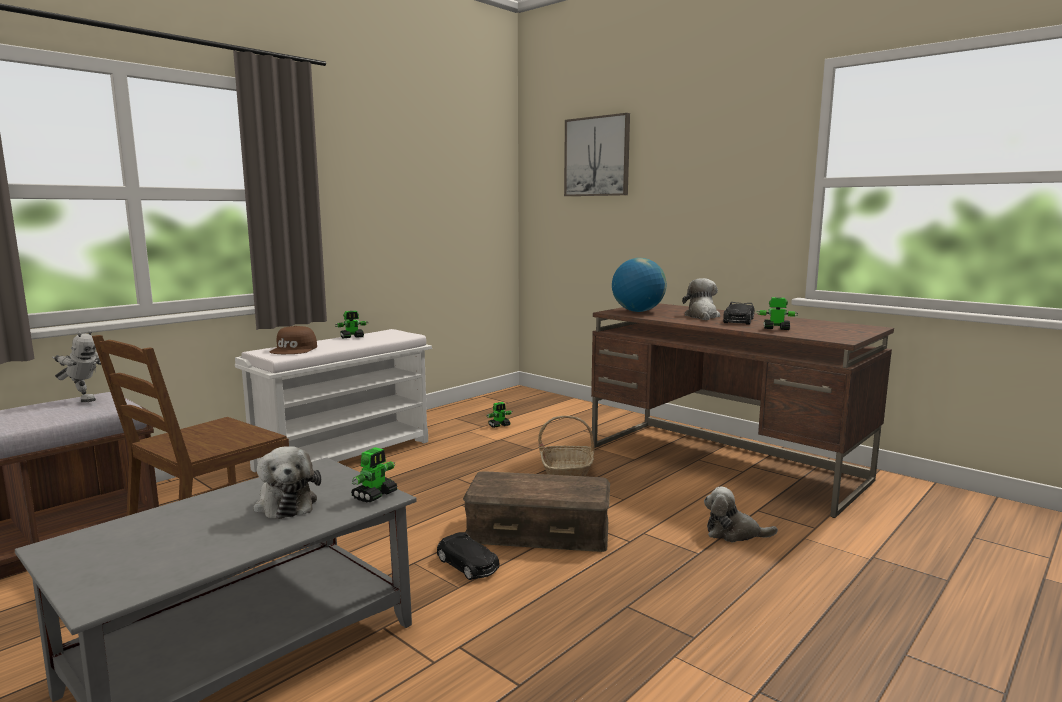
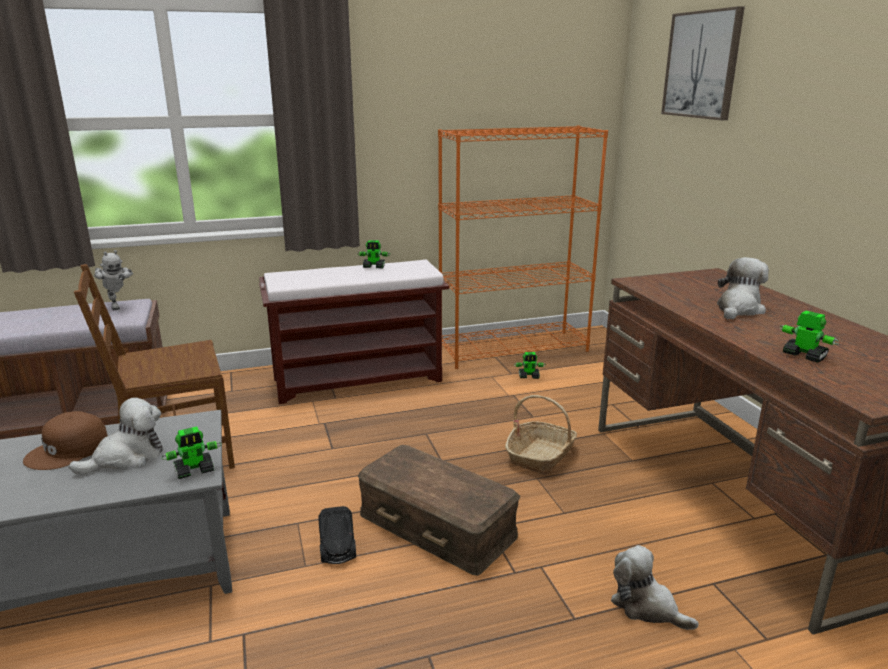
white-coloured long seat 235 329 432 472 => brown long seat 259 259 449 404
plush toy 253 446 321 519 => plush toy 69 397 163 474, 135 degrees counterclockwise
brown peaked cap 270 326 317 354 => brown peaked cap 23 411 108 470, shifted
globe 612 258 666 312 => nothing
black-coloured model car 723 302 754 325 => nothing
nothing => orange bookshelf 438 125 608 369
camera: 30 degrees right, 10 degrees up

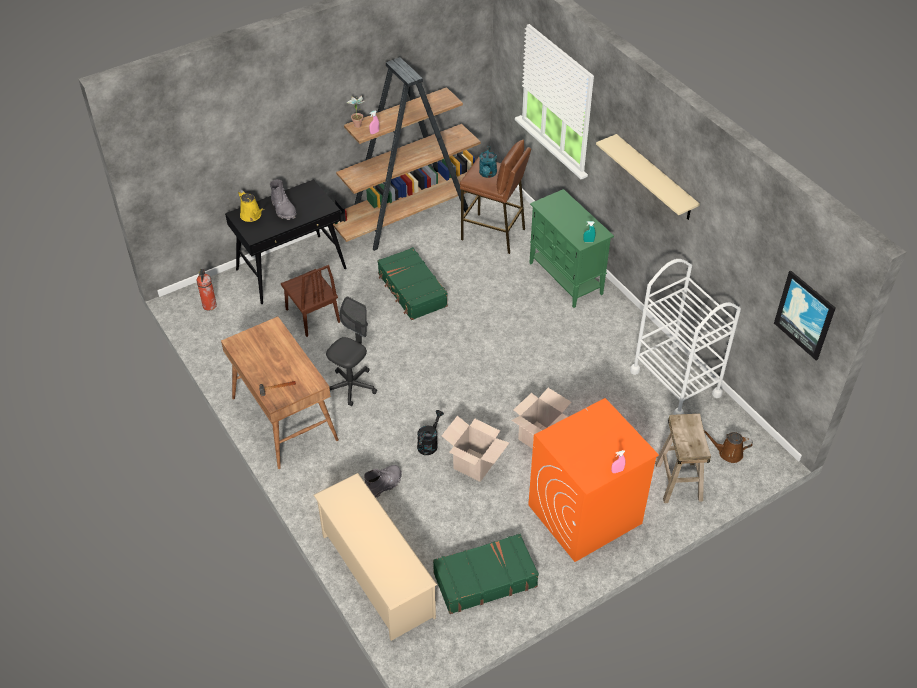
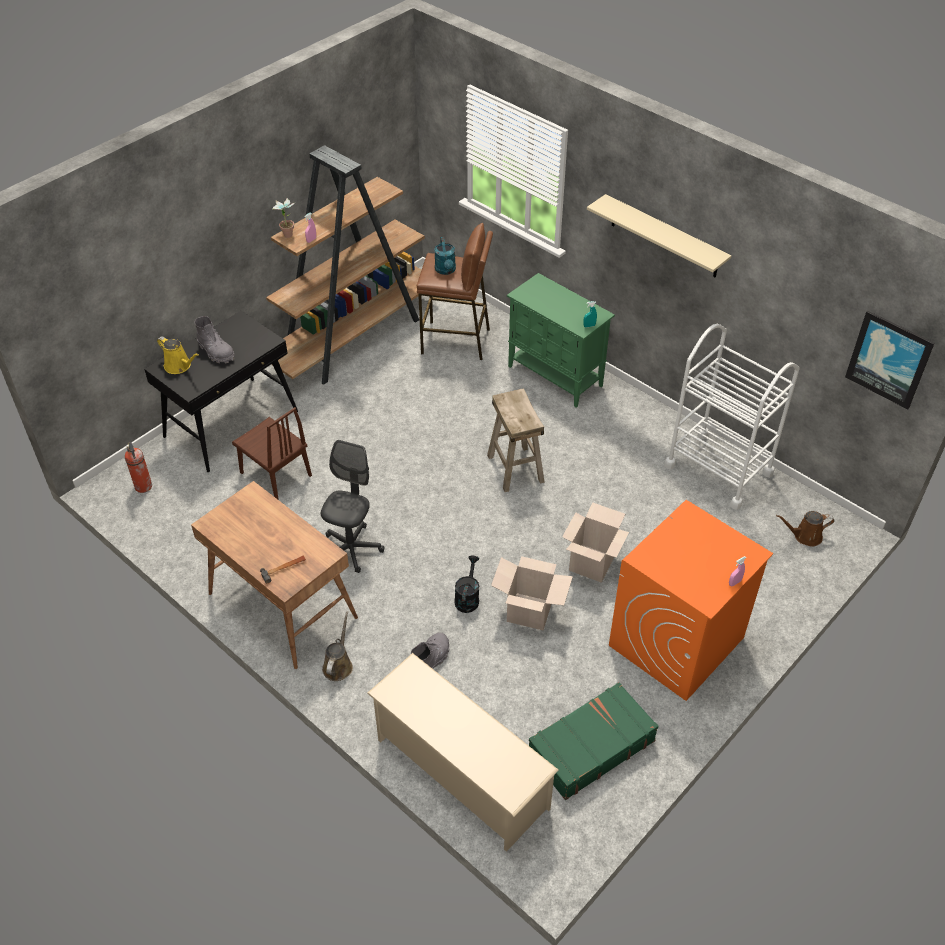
green suitcase 377 247 448 320 => nothing
beige sitting stool 655 414 711 503 => beige sitting stool 487 388 545 492, shifted
nothing => brown watering can 322 611 353 681
camera: 15 degrees left, 0 degrees up

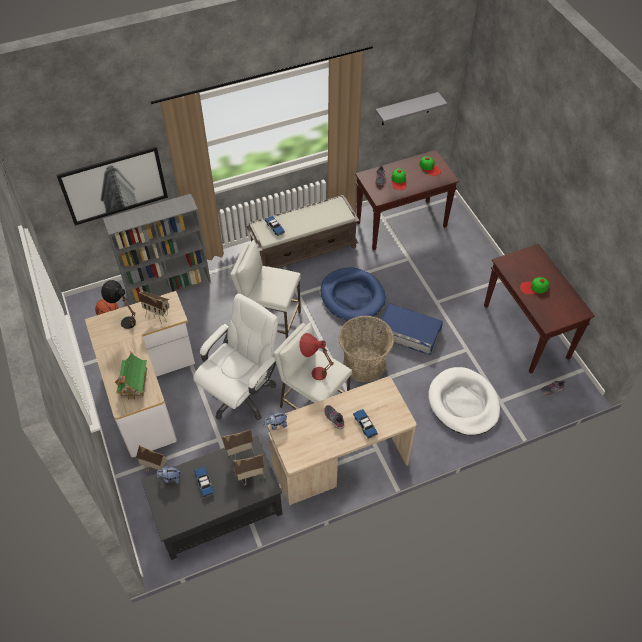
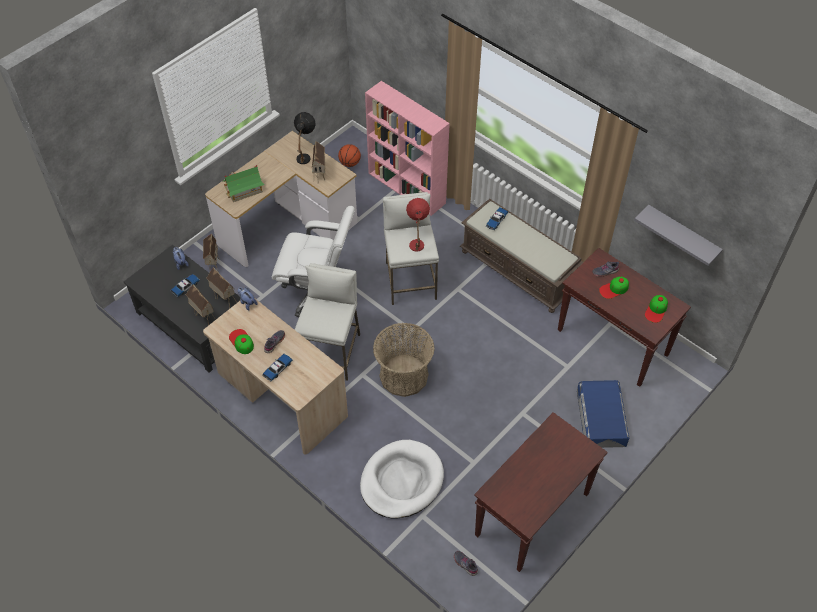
picture 57 147 168 226 => nothing
gray bookshelf 103 194 211 305 => pinkish bookshelf 365 81 450 216
red lamp for a table 299 333 334 380 => red lamp for a table 406 198 430 252, shifted
blue-coloured dog bed 321 268 386 321 => nothing
blue-coloured storage box 377 304 443 355 => blue-coloured storage box 577 380 629 448, shifted
peaked cap 520 277 549 295 => peaked cap 229 329 254 354, shifted
camera: 65 degrees right, 0 degrees up

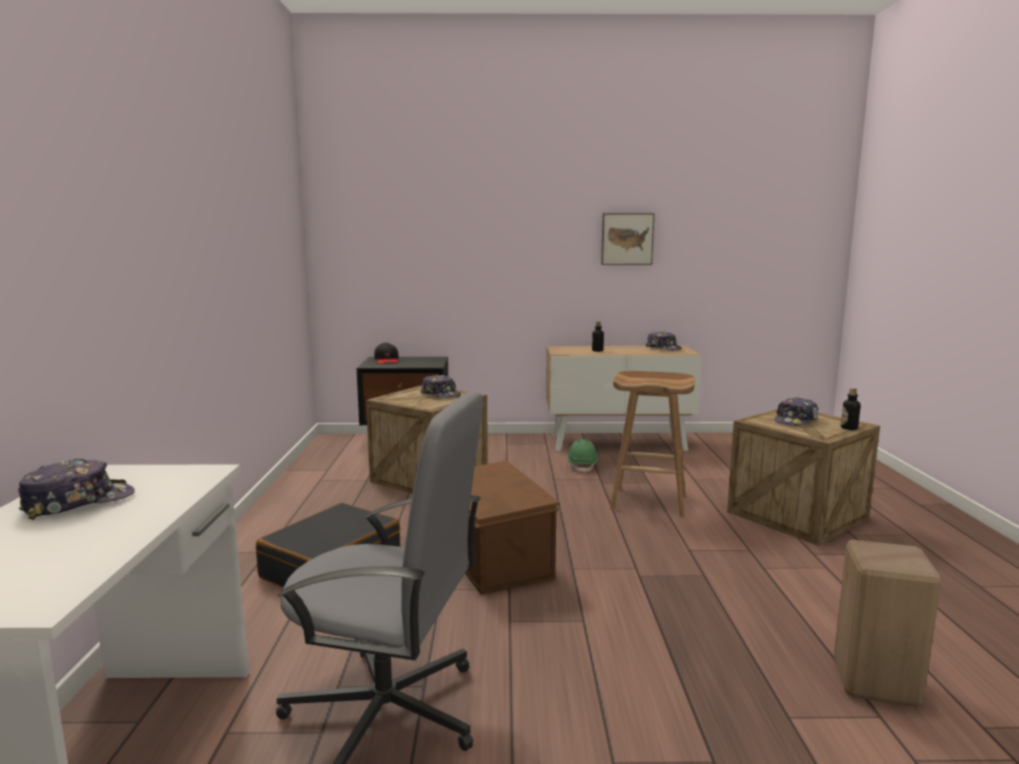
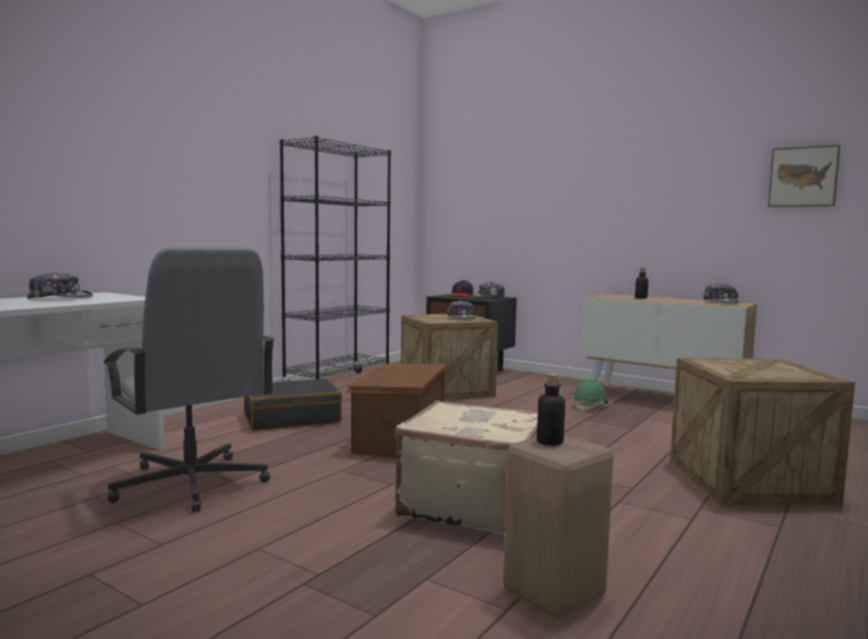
picture 601 213 654 265 => picture 768 145 840 207, shifted
brown sitting stool 610 371 695 517 => nothing
peaked cap 774 397 819 426 => peaked cap 472 282 505 297, shifted
beverage bottle 841 388 861 430 => beverage bottle 537 373 565 446, shifted
nothing => black-coloured bookshelf 280 136 391 382
nothing => beige suitcase 395 400 538 535
camera: 35 degrees right, 5 degrees down

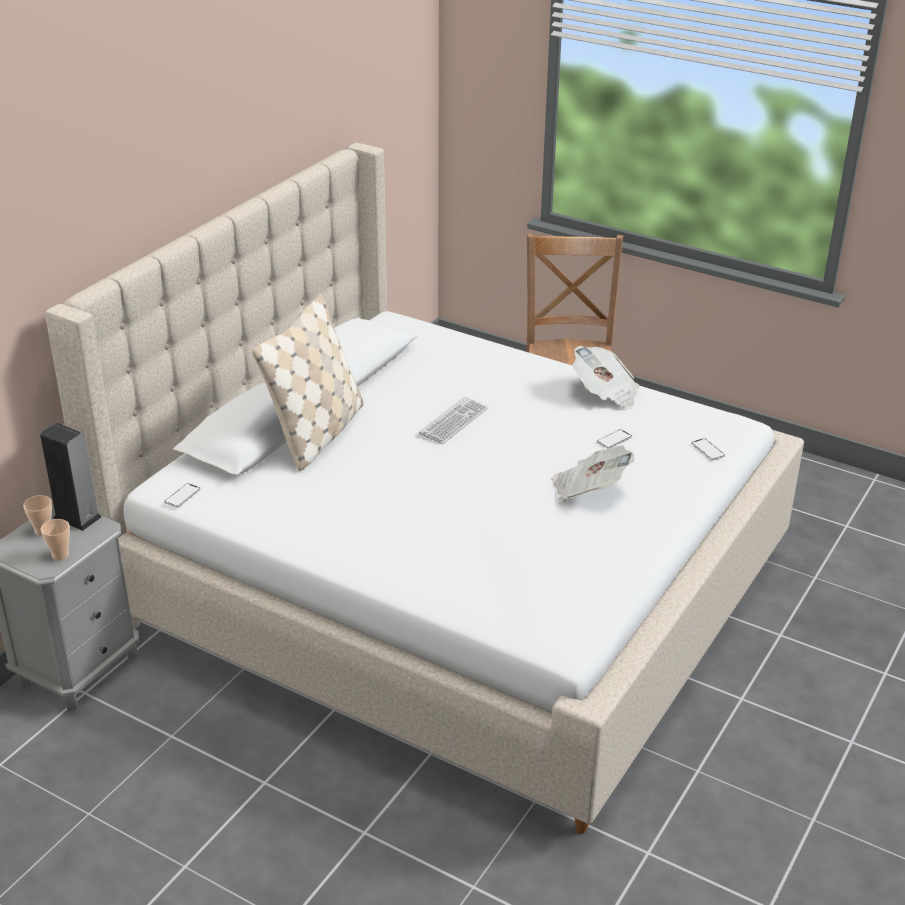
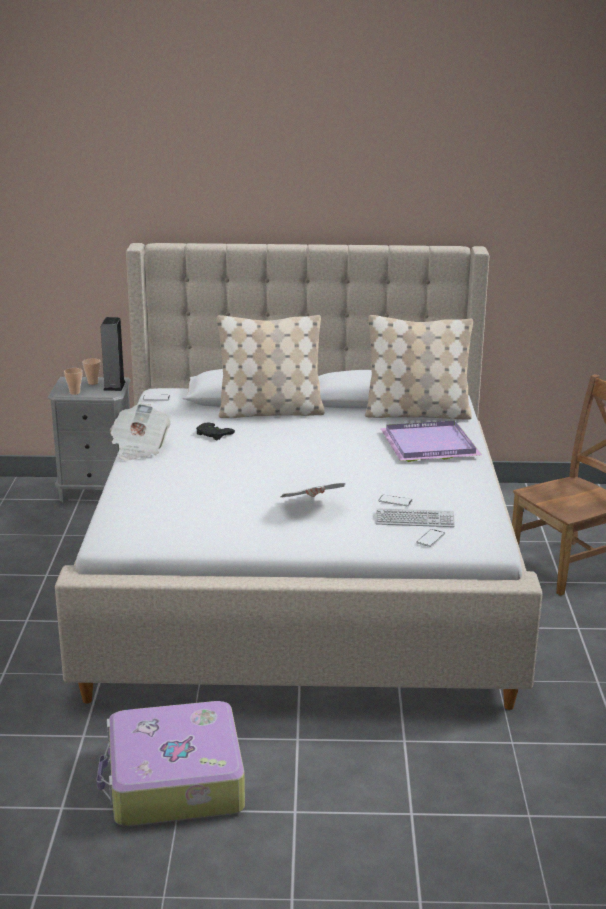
PC keyboard 419 396 488 444 => PC keyboard 376 508 455 527, shifted
daily paper 573 346 640 409 => daily paper 110 403 171 460, shifted
nothing => suitcase 96 701 245 826
nothing => black-coloured joypad 196 423 235 440
nothing => beige pillow 365 315 473 420
nothing => purple serving tray 380 421 482 462
camera: 60 degrees right, 10 degrees down

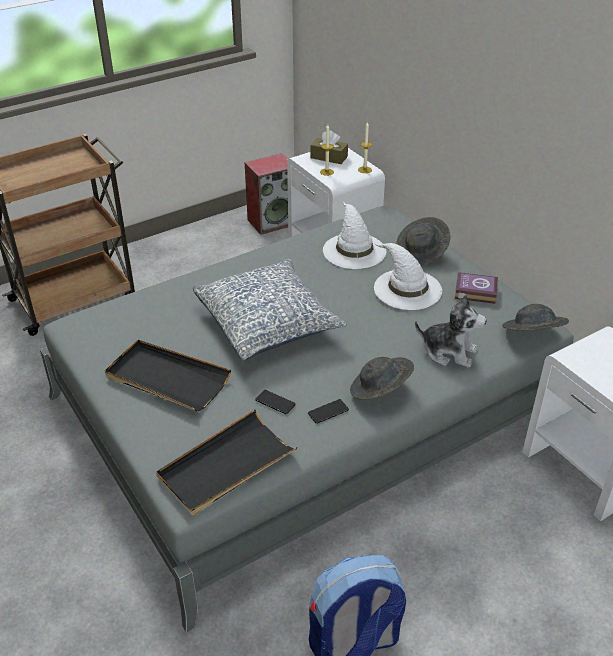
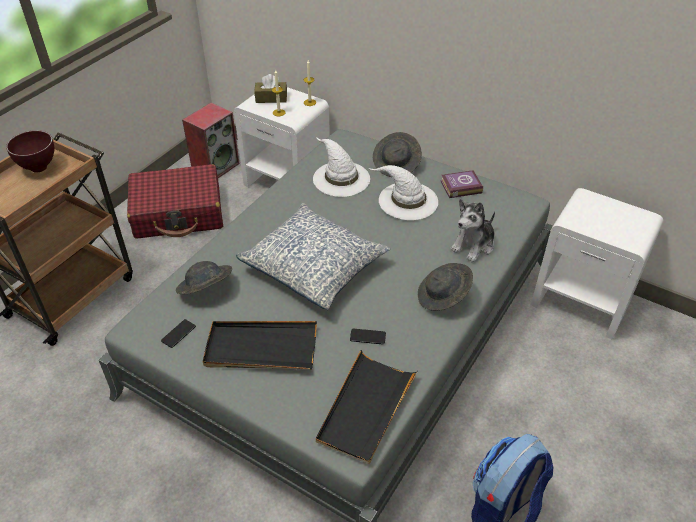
phone 308 399 349 424 => phone 161 319 196 348, shifted
plush toy 415 294 486 368 => plush toy 450 199 495 262, 135 degrees clockwise
gray clothing hat 502 304 569 331 => gray clothing hat 176 261 232 294, shifted
nothing => brown serving bowl 6 130 54 173
nothing => red suitcase 127 164 223 238
camera: 25 degrees left, 5 degrees up

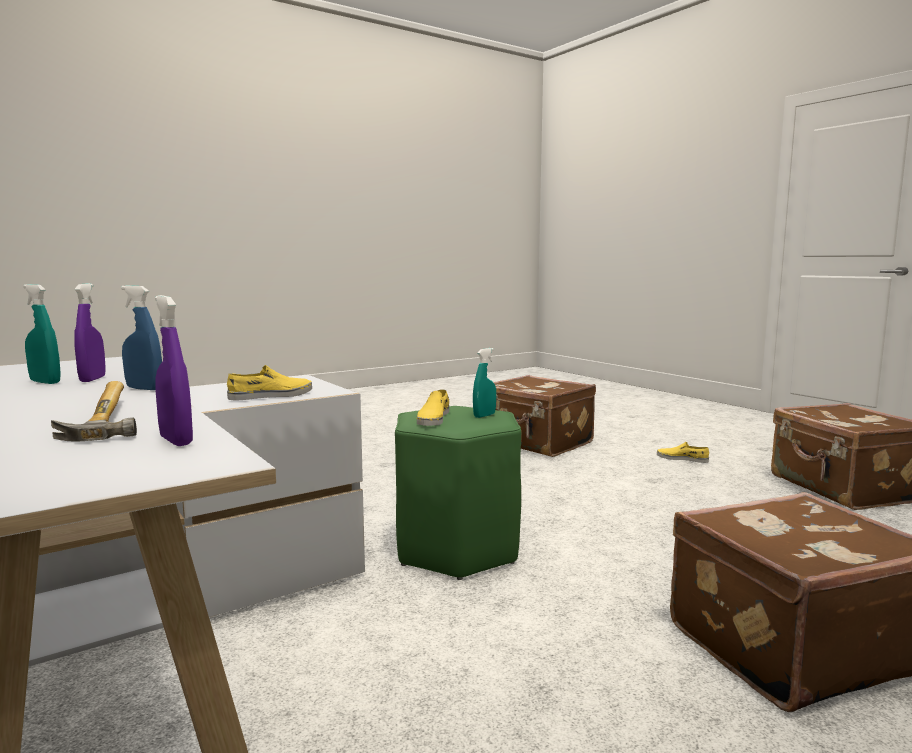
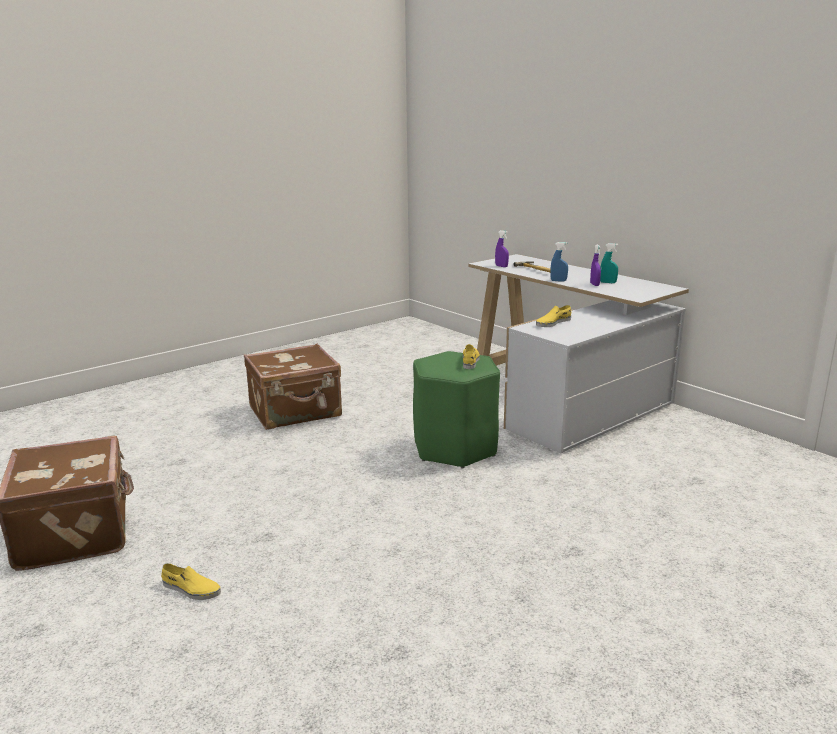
turquoise-coloured hand sprayer 473 348 496 418 => nothing
brown suitcase 493 375 596 457 => nothing
camera: 175 degrees right, 10 degrees up

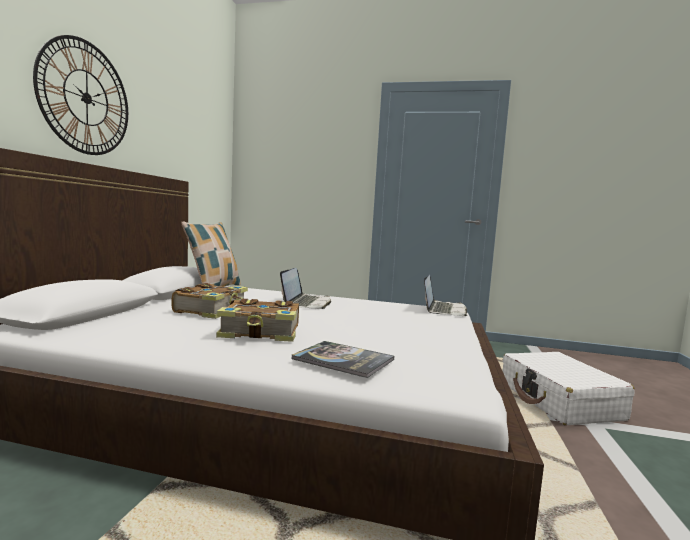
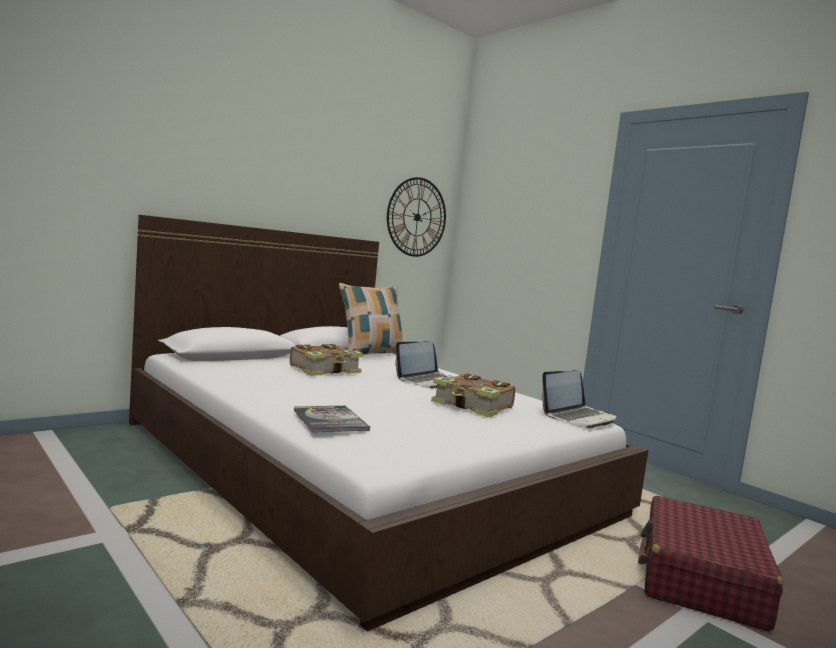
wall clock 33 35 128 155 => wall clock 387 177 446 257, shifted
book 216 299 299 342 => book 431 373 515 417, shifted
white-coloured suitcase 502 352 635 425 => red suitcase 638 496 783 631
camera: 35 degrees right, 0 degrees up

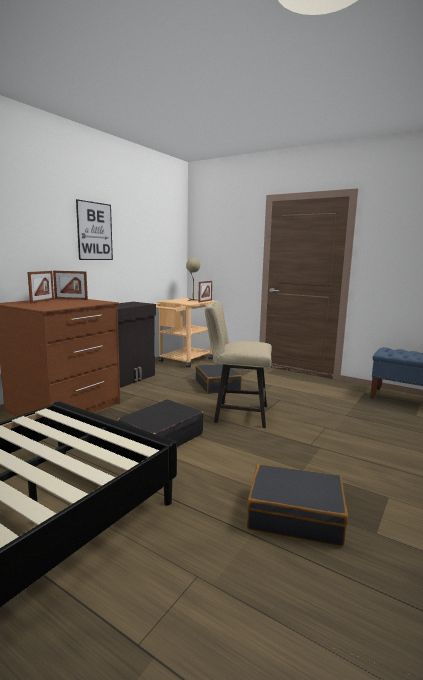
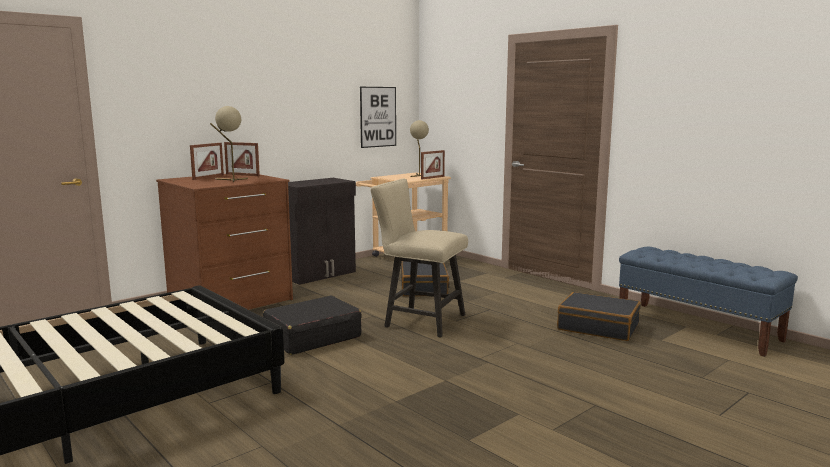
picture 76 199 113 260 => picture 360 87 396 148, shifted
black-coloured suitcase 247 464 348 546 => black-coloured suitcase 557 292 641 341, shifted
nothing => beige lamp for a table 210 106 248 182
camera: 15 degrees right, 0 degrees up

